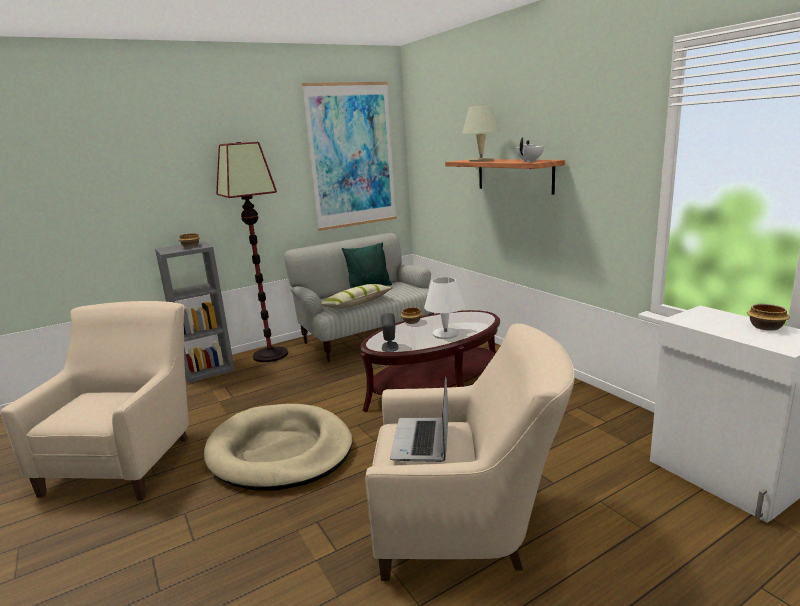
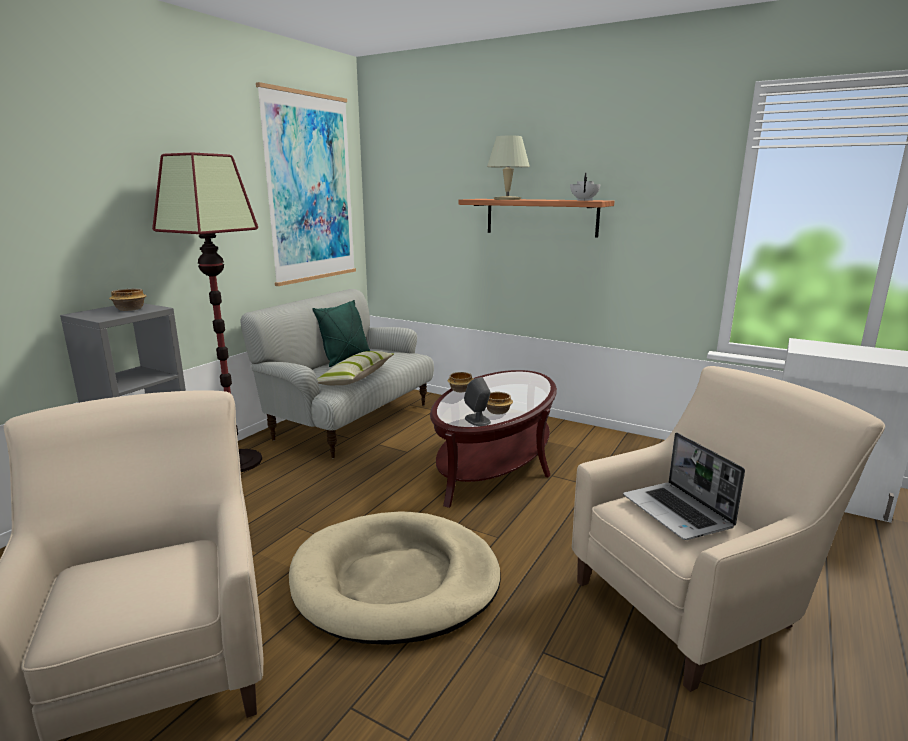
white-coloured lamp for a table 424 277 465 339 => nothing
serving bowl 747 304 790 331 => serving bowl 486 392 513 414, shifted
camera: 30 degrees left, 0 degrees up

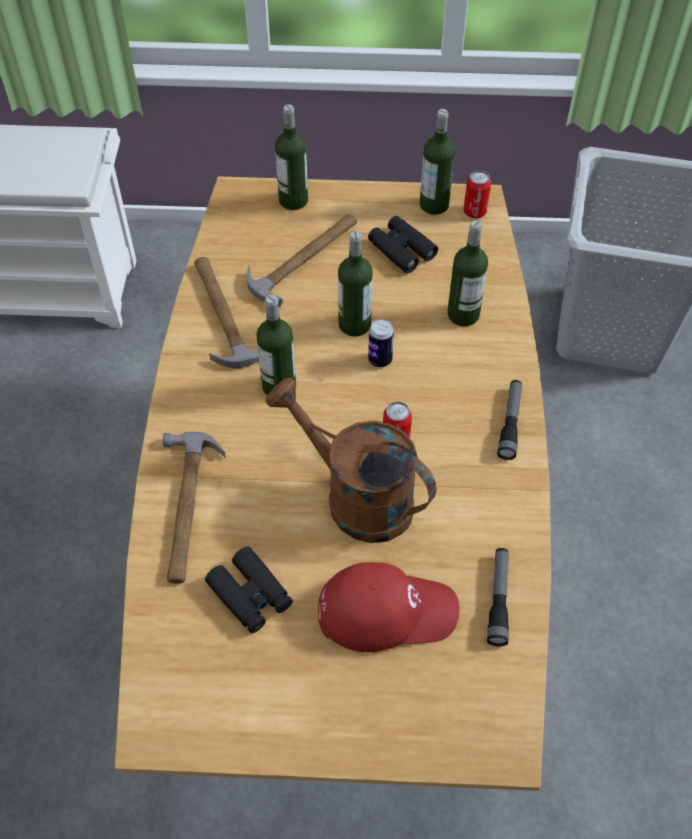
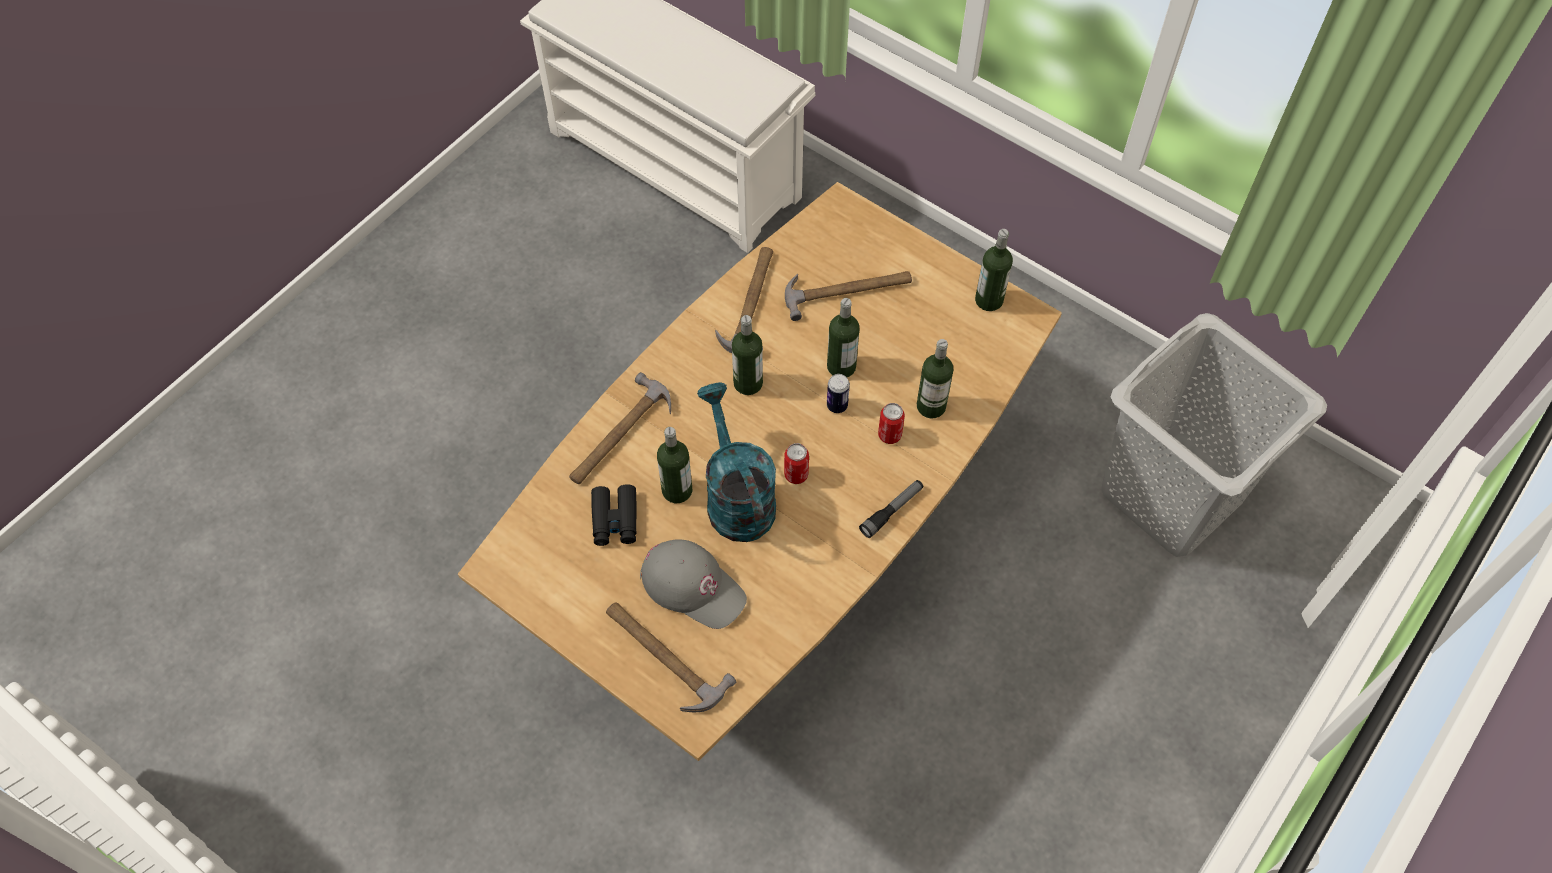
brown watering can 266 378 436 543 => turquoise-coloured watering can 697 382 776 542
beverage bottle 275 104 308 210 => beverage bottle 657 427 692 503, shifted
red peaked cap 318 562 460 652 => gray peaked cap 640 539 747 629
black-coloured field glasses 368 216 438 274 => nothing
sealed can 463 170 491 218 => sealed can 878 403 905 444, shifted
flashlight 487 548 509 646 => nothing
nothing => hammer 606 602 736 712
camera: 35 degrees right, 5 degrees up

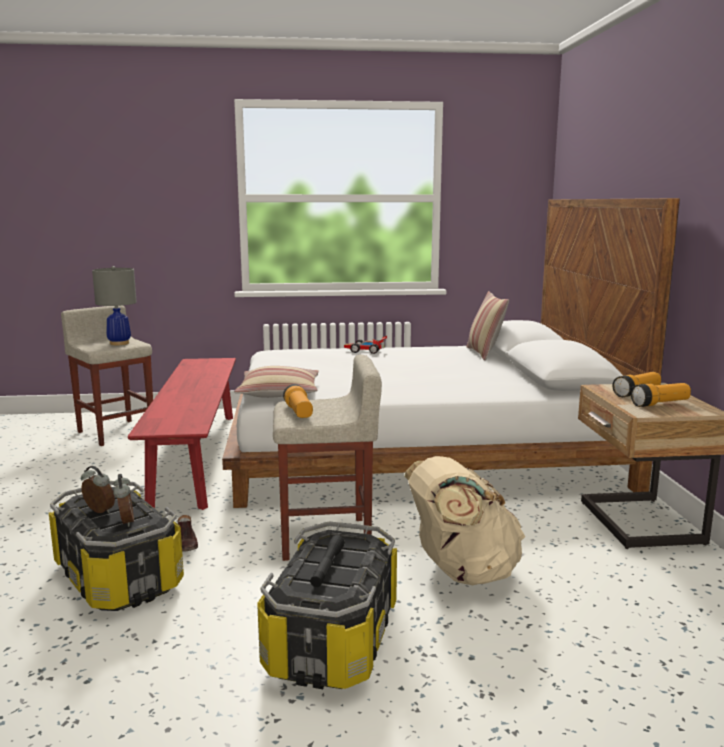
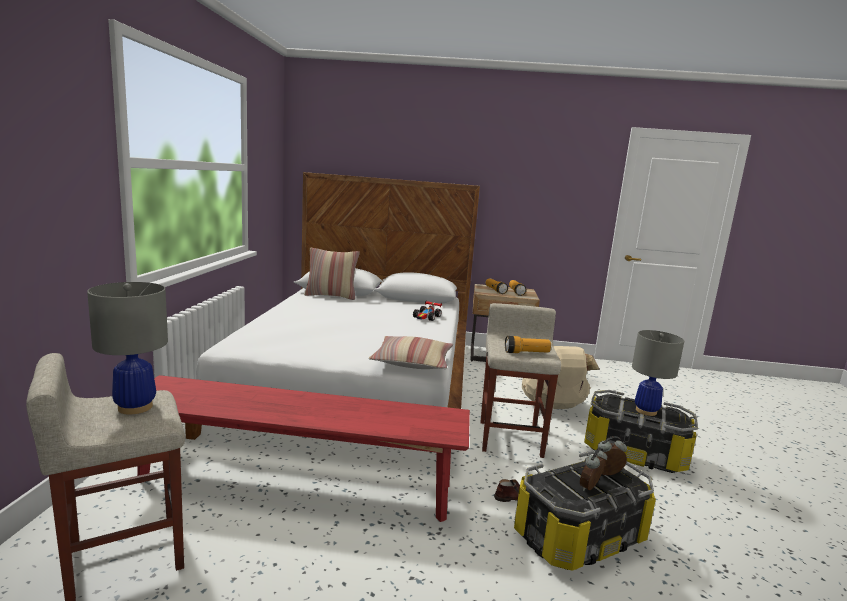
black-coloured flashlight 310 535 345 587 => gray lamp for a table 632 330 684 416
model car 344 336 387 354 => model car 413 300 442 321, shifted
camera: 80 degrees left, 0 degrees up

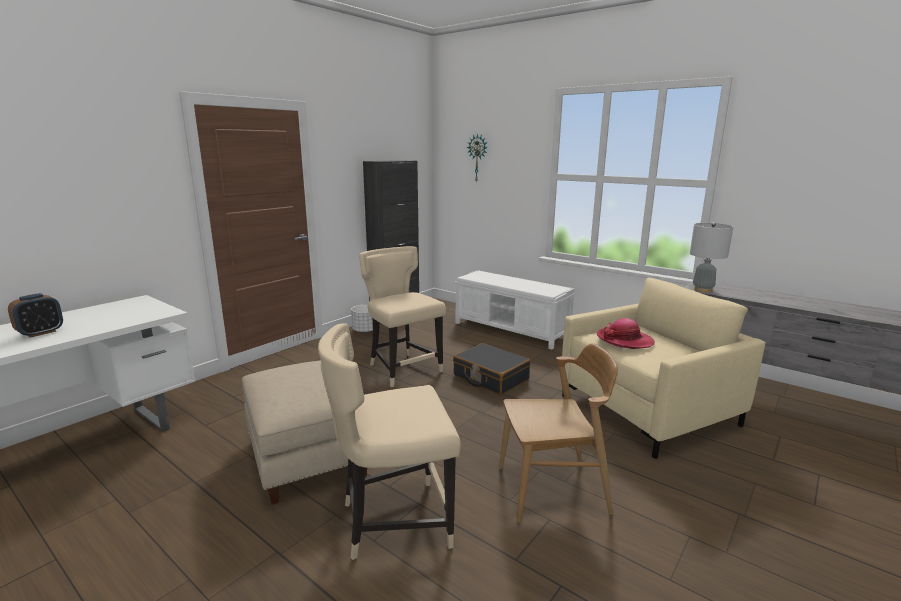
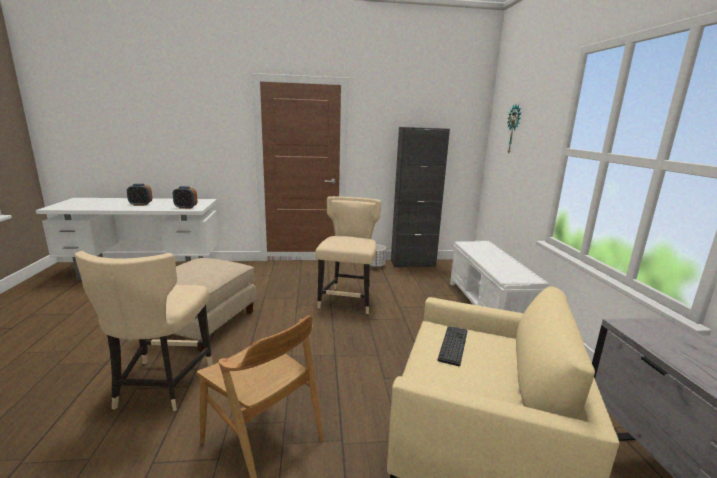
beige plain chair 318 323 461 560 => beige plain chair 75 251 213 411, 120 degrees counterclockwise
black-coloured suitcase 453 343 530 395 => nothing
clothing hat 597 318 655 349 => PC keyboard 438 326 467 366
gray lamp for a table 690 222 733 292 => nothing
nothing => table clock 173 186 197 209
camera: 45 degrees right, 0 degrees up

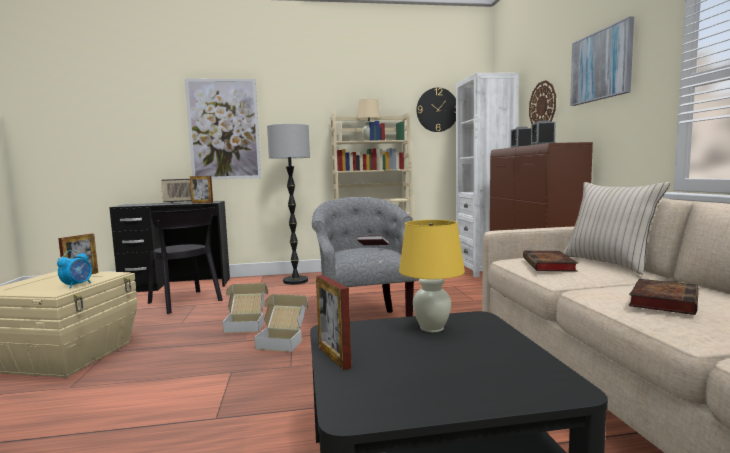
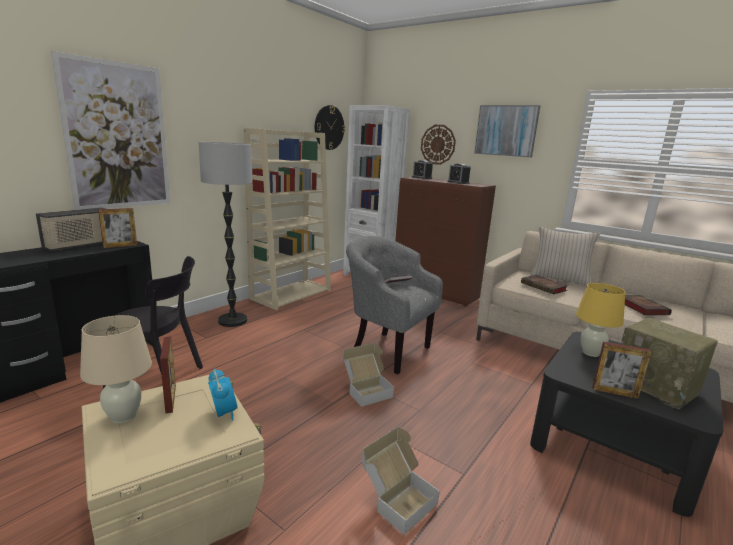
carton 223 283 268 333 => carton 362 427 440 535, shifted
beige lamp for a table 357 99 381 141 => beige lamp for a table 80 315 152 424, shifted
nothing => radio 621 318 718 409
camera: 45 degrees left, 10 degrees up

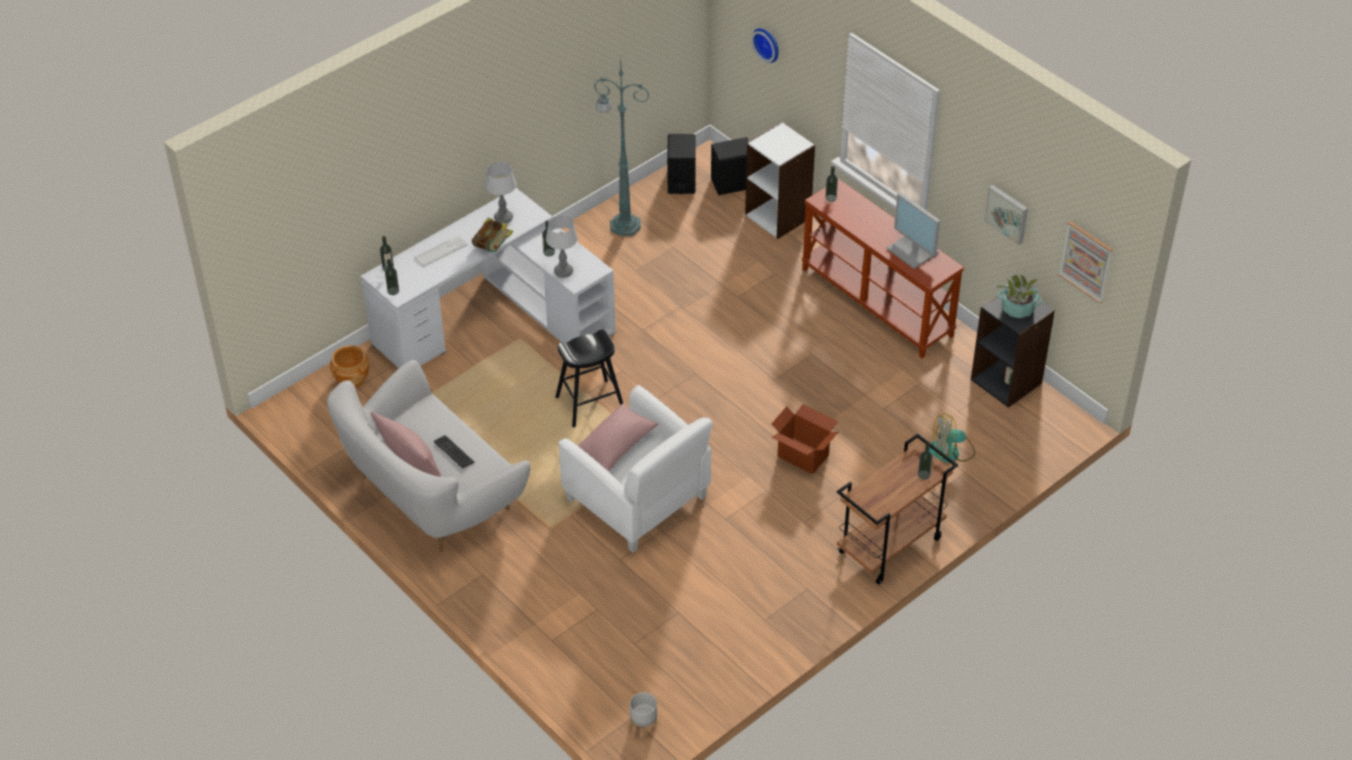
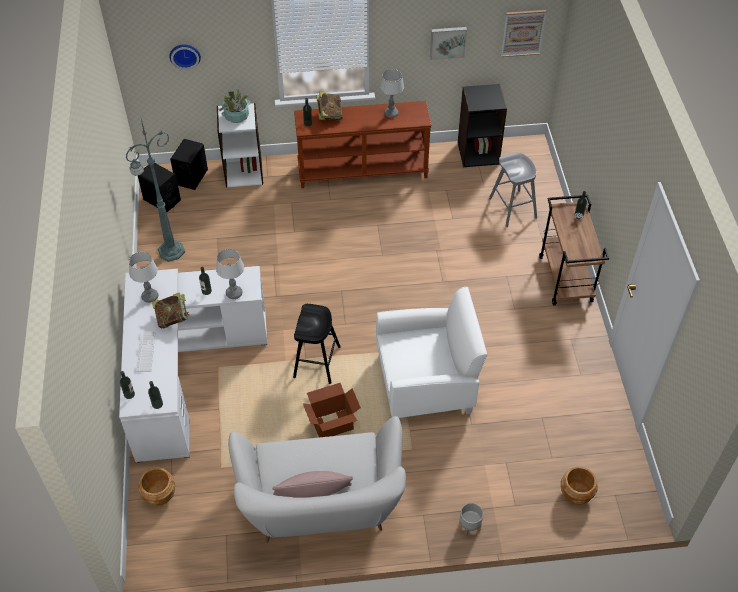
PC keyboard 434 435 475 468 => nothing
pinkish pillow 578 403 658 472 => nothing
gray plant pot 630 692 657 736 => gray plant pot 459 503 483 536, shifted
carton 772 404 838 474 => carton 303 383 361 437, shifted
computer display 887 192 940 269 => lamp for a table 380 69 404 118
electric fan 929 413 975 463 => gray sitting stool 489 152 537 227
houseplant 995 274 1042 318 => houseplant 218 87 250 123, shifted
nothing => book 316 92 343 120
nothing => brown plant pot 561 466 598 505
camera: 55 degrees left, 5 degrees up

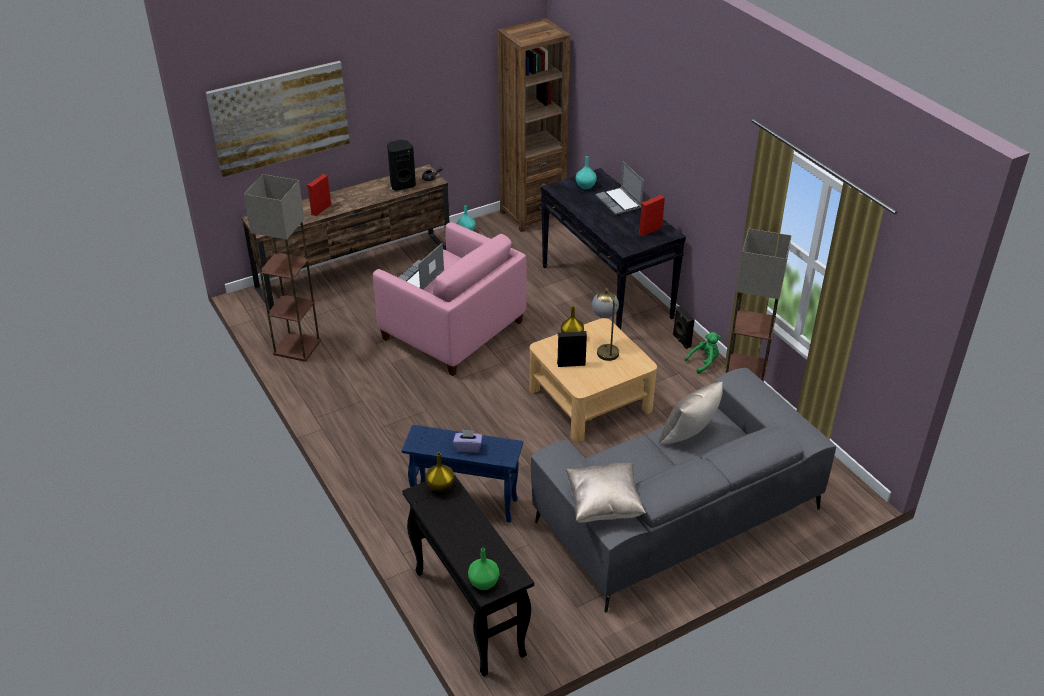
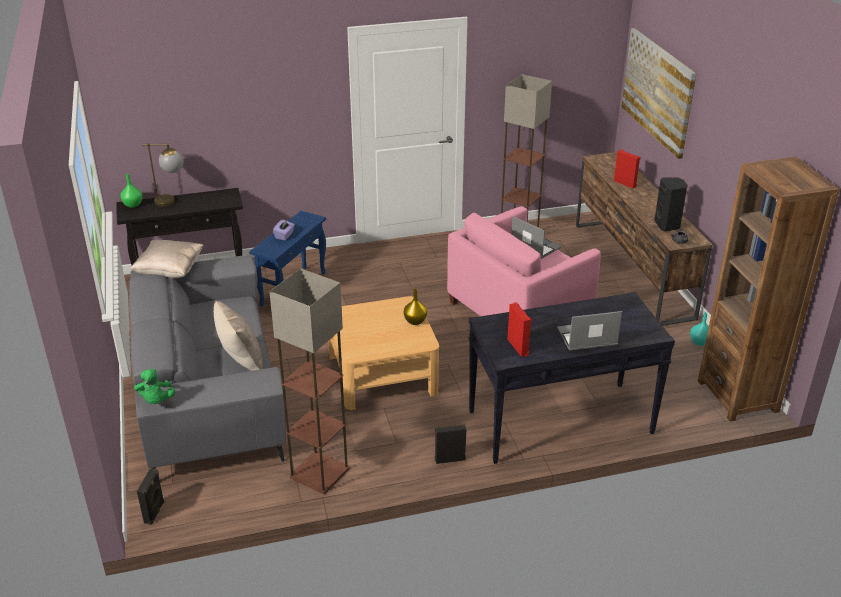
yellow flower vase 426 453 455 493 => nothing
black-coloured loudspeaker 557 331 587 367 => black-coloured loudspeaker 137 469 164 525, shifted
turquoise-coloured flower vase 576 156 597 190 => nothing
lamp for a table 592 288 619 361 => lamp for a table 142 143 184 207, shifted
green plush toy 685 332 721 374 => green plush toy 134 369 175 404, shifted
camera: 105 degrees right, 5 degrees down

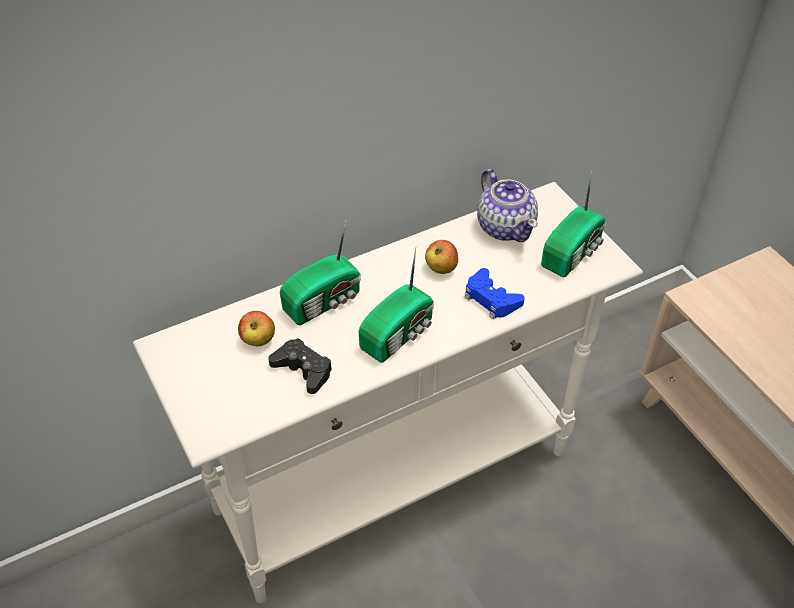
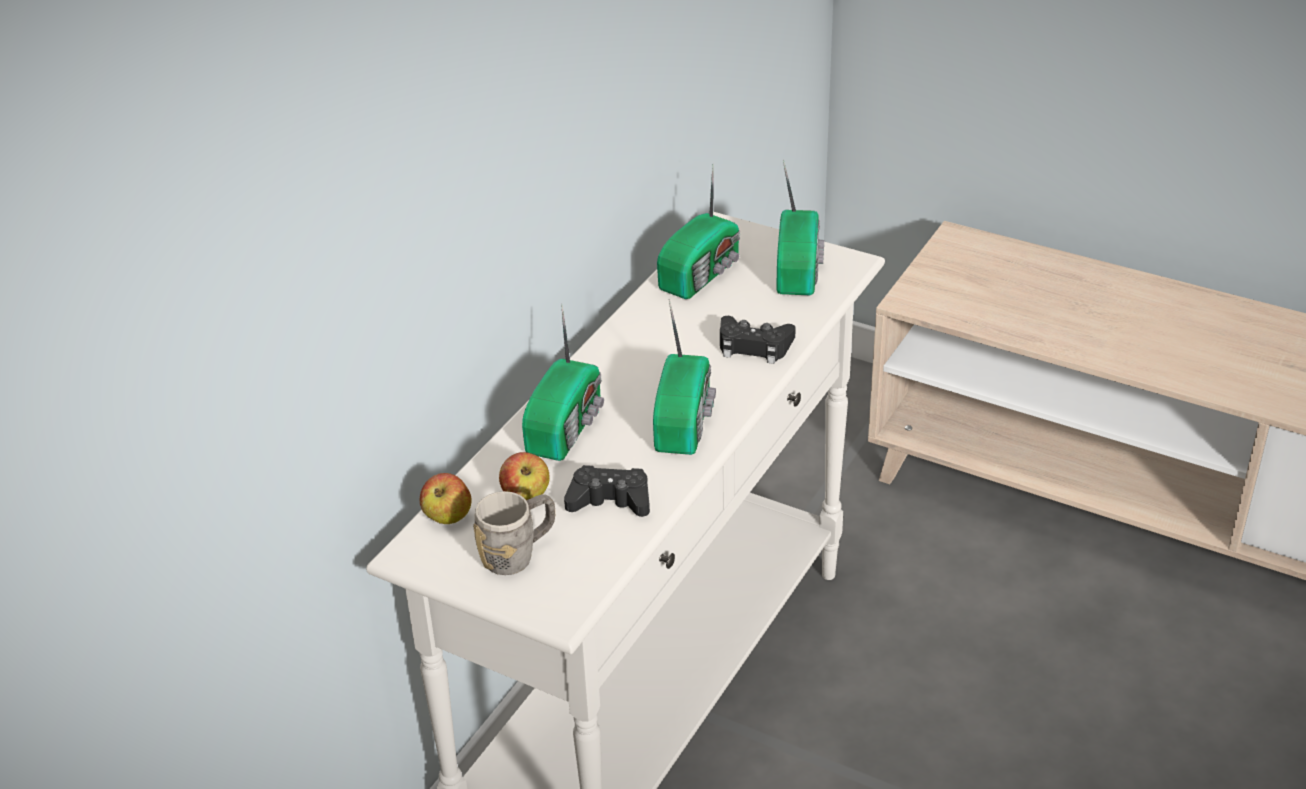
apple 425 240 458 274 => apple 420 473 472 524, shifted
blue-coloured joypad 465 268 525 319 => black-coloured joypad 720 316 796 364
teapot 477 169 538 242 => radio 657 163 740 299
nothing => gray coffee mug 473 491 555 575
camera: 30 degrees left, 10 degrees down

